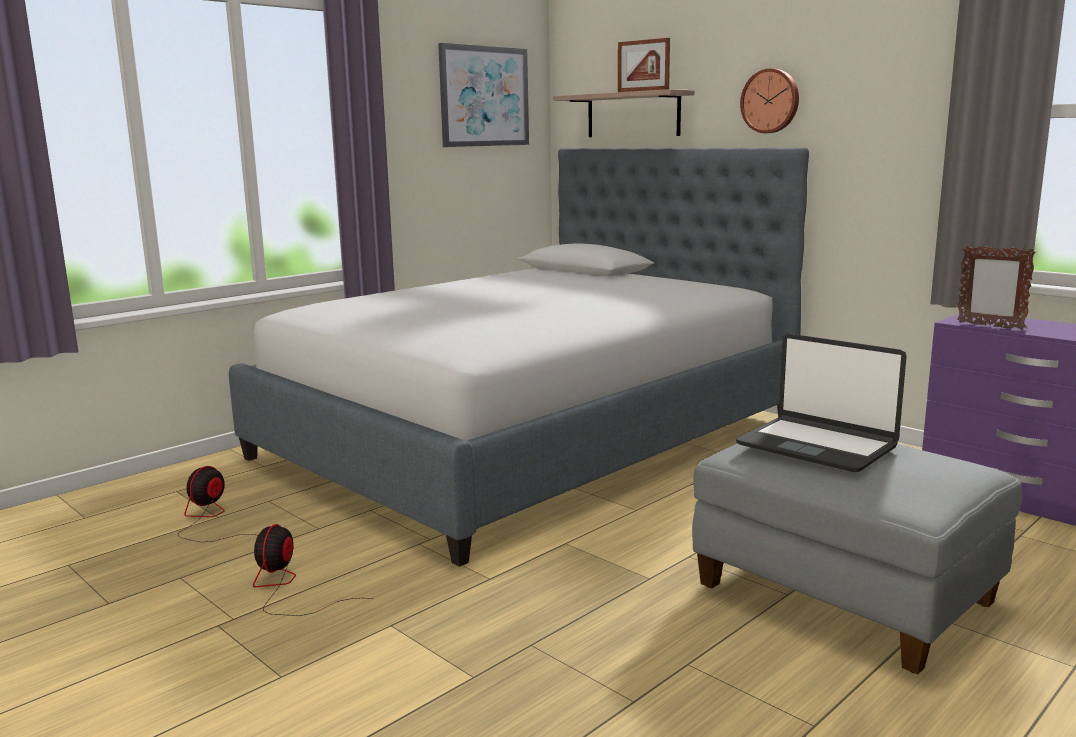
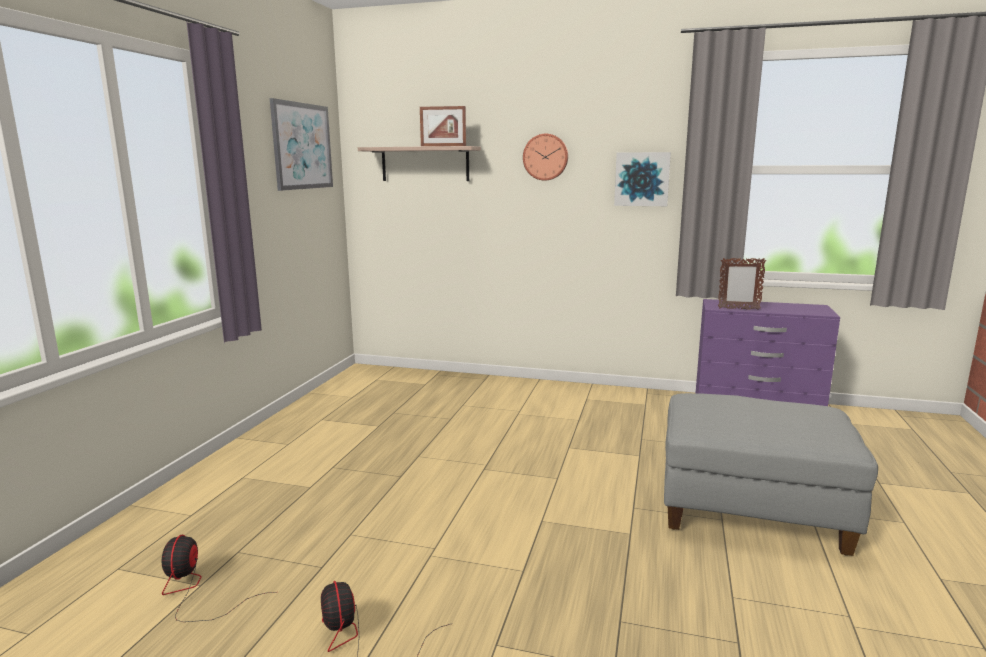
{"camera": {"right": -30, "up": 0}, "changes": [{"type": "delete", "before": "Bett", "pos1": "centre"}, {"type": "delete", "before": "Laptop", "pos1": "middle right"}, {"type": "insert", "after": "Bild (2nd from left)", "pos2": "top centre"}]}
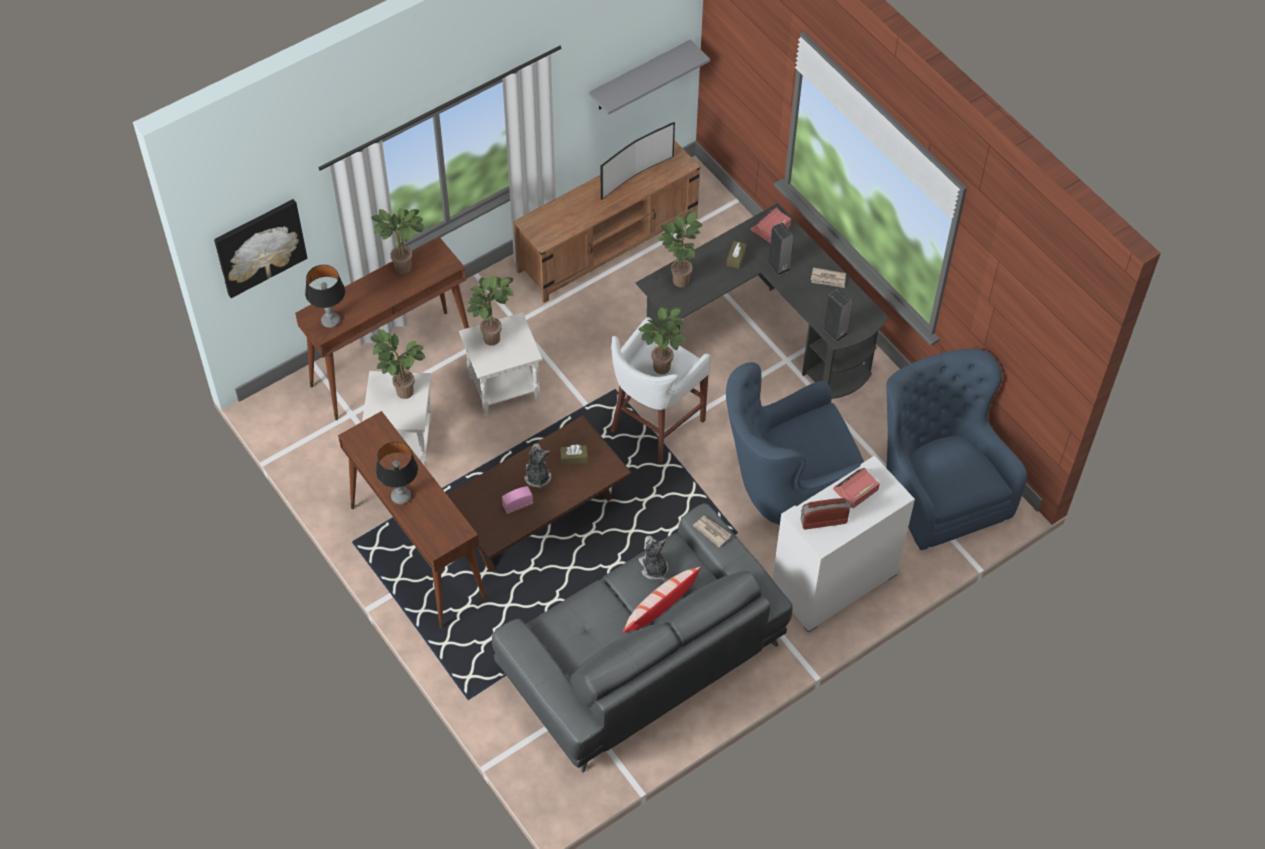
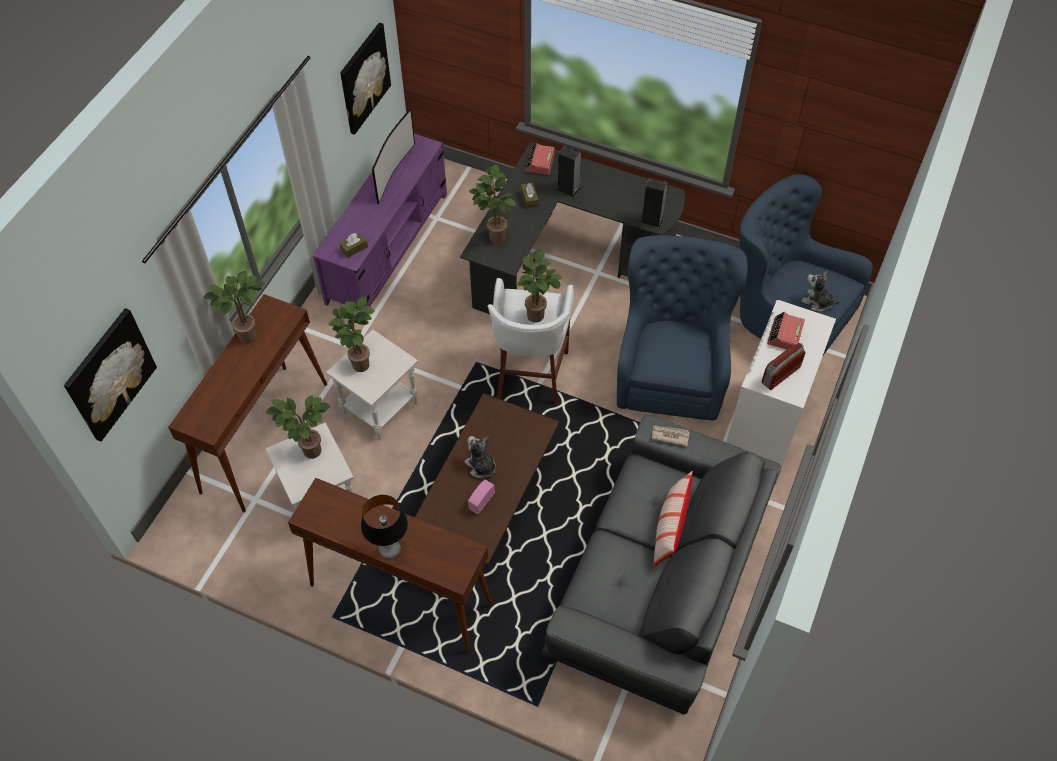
{"camera": {"right": -30, "up": 0}, "changes": [{"type": "replace", "before": "Wandregal [grau]", "after": "Bild (2nd from left)", "pos1": "top centre", "pos2": "top centre"}, {"type": "recolor", "before": "Fernsehschrank [braun]", "after": "Fernsehschrank [lila]", "pos1": "top centre", "pos2": "top centre"}, {"type": "delete", "before": "Tischlampe (1st from left)", "pos1": "middle left"}, {"type": "delete", "before": "Zeitung (2nd from left)", "pos1": "top centre"}, {"type": "rotate", "before": "Sessel [blau] (1st from left)", "pos1": "centre", "pos2": "centre", "turn": 150}, {"type": "move", "before": "Taschentuchbox [braun] (1st from left)", "pos1": "centre", "pos2": "top centre"}, {"type": "move", "before": "Plüschtier (2nd from left)", "pos1": "centre", "pos2": "middle right"}]}
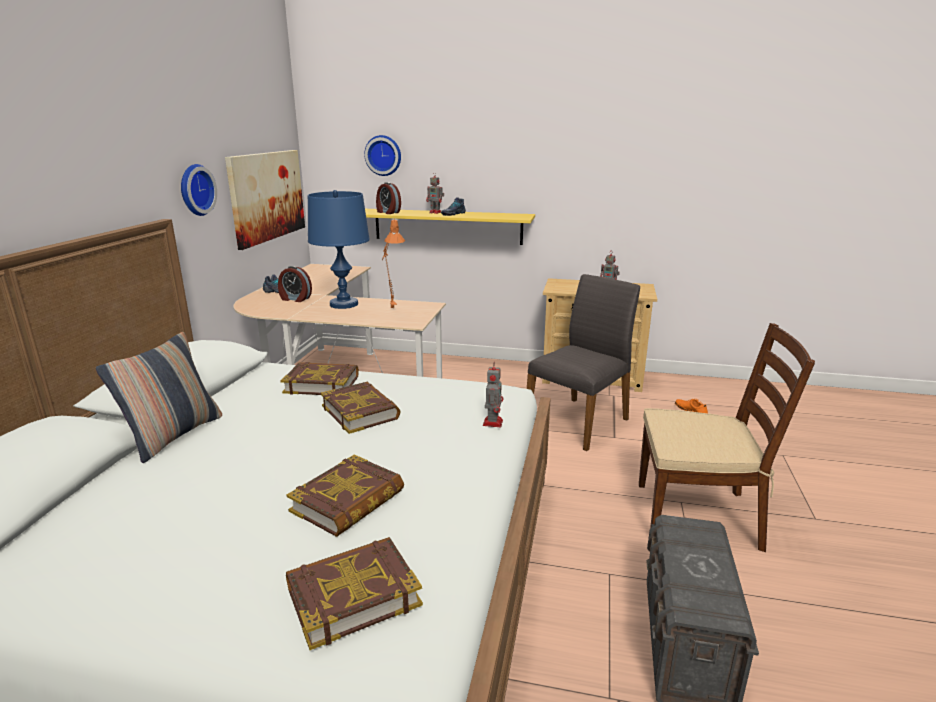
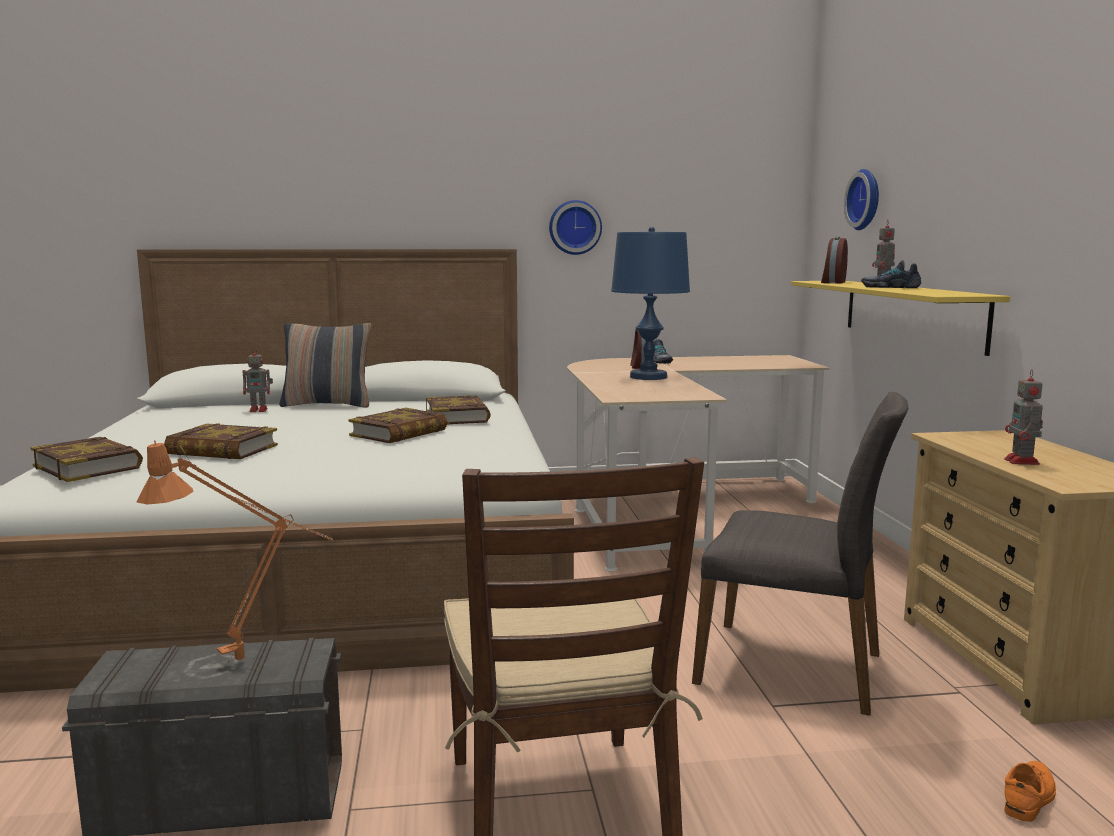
{"camera": {"right": 70, "up": -10}, "changes": [{"type": "delete", "before": "Bild", "pos1": "top left"}, {"type": "move", "before": "Tischlampe [orange]", "pos1": "centre", "pos2": "middle left"}, {"type": "move", "before": "Spielzeugroboter (2nd from left in the first image)", "after": "Spielzeugroboter (1st from left)", "pos1": "centre", "pos2": "middle left"}]}
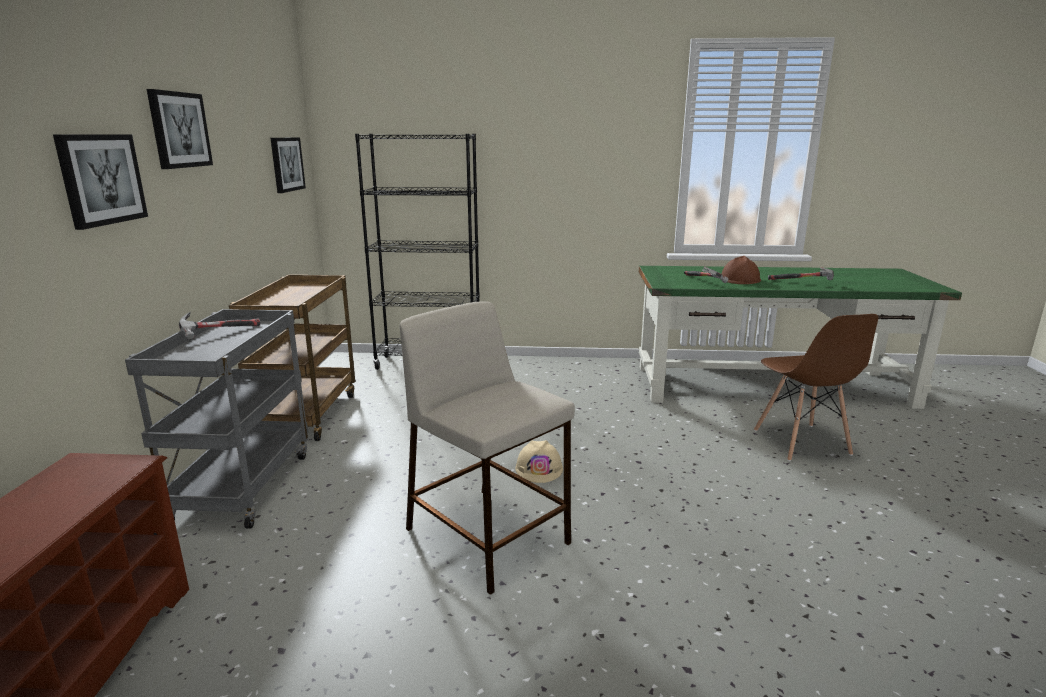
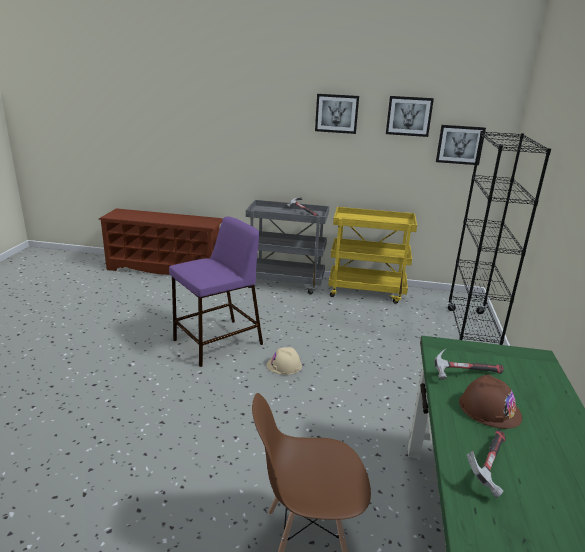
{"camera": {"right": 95, "up": 5}, "changes": [{"type": "move", "before": "Bild (1st from left in the first image)", "after": "Bild (2nd from left)", "pos1": "top left", "pos2": "top right"}, {"type": "recolor", "before": "Rollwagen [braun]", "after": "Rollwagen [gelb]", "pos1": "middle left", "pos2": "centre"}, {"type": "recolor", "before": "Hocker [beige]", "after": "Hocker [lila]", "pos1": "centre", "pos2": "centre"}]}
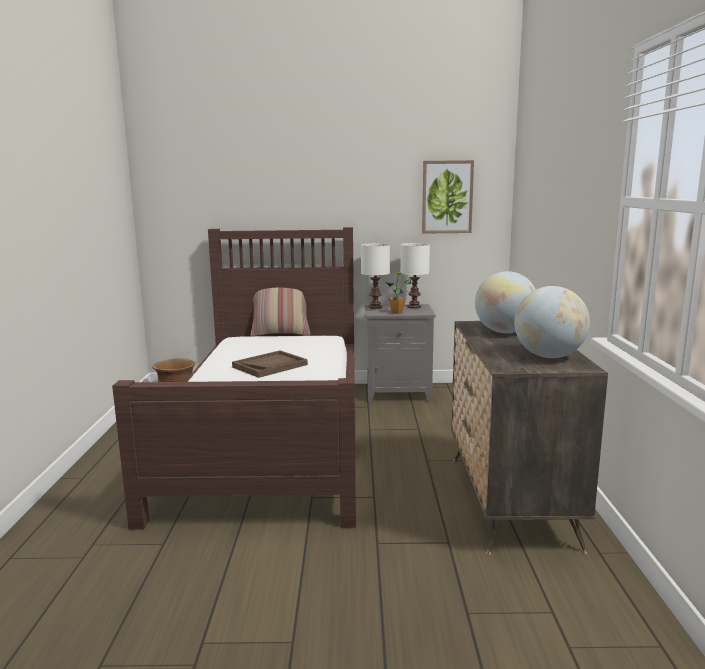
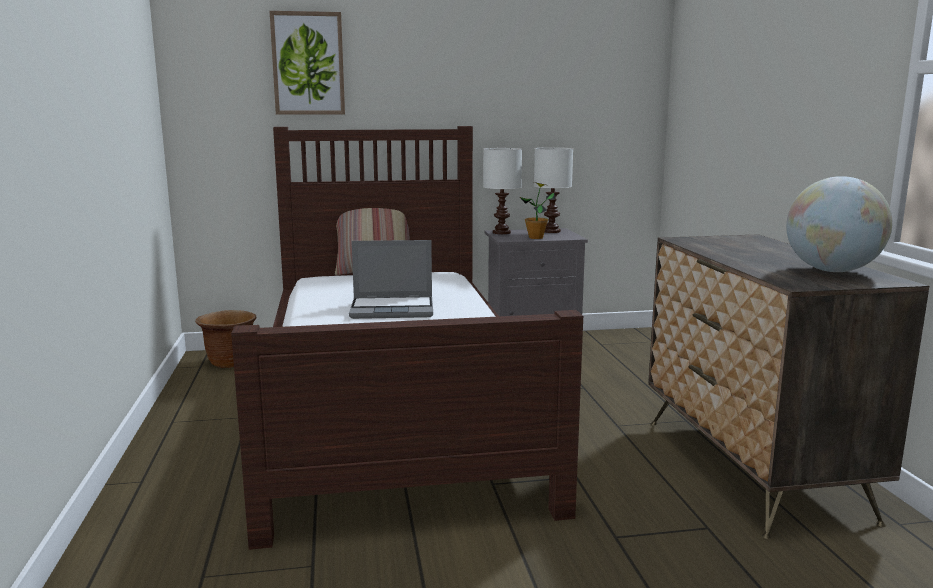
{"camera": {"right": -10, "up": 0}, "changes": [{"type": "move", "before": "Bild", "pos1": "top centre", "pos2": "top left"}, {"type": "delete", "before": "Globus (1st from left)", "pos1": "middle right"}, {"type": "replace", "before": "Tablett [braun]", "after": "Laptop", "pos1": "centre", "pos2": "centre"}]}
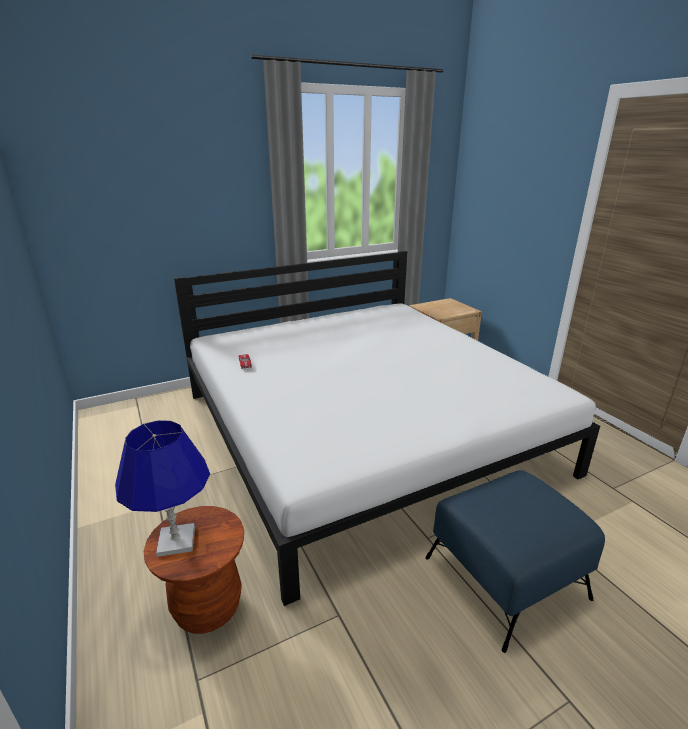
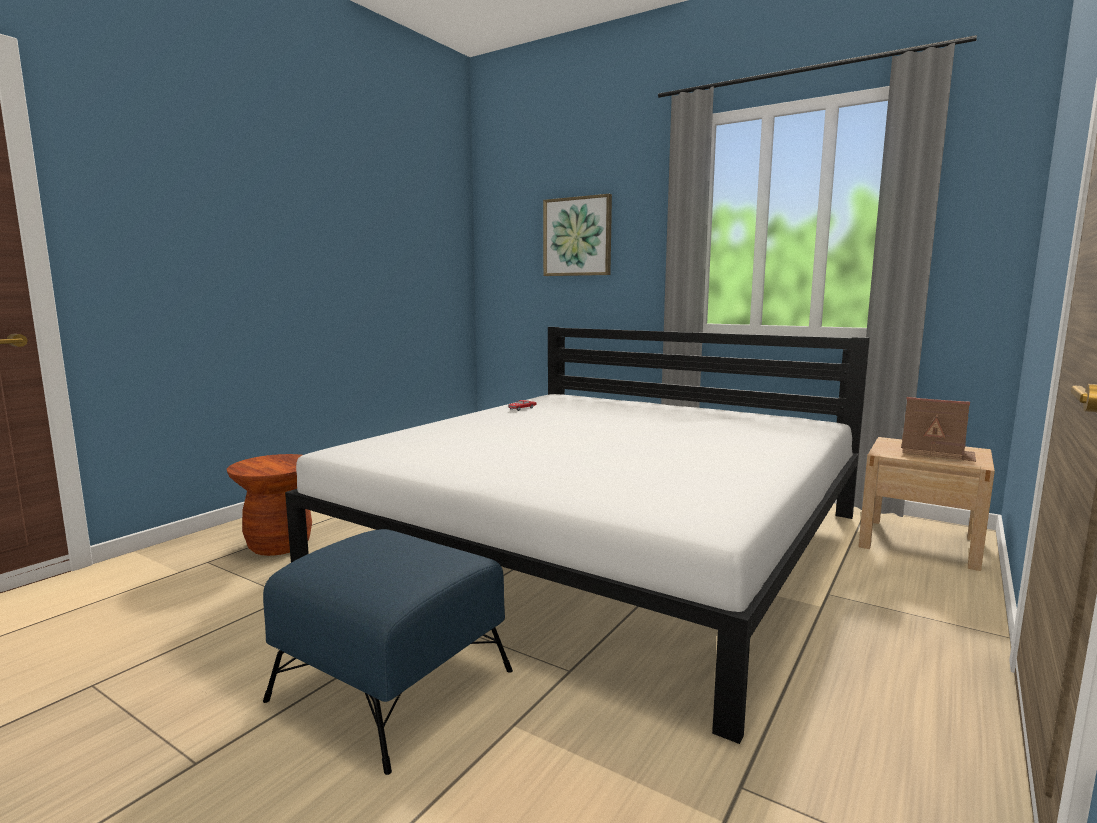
{"camera": {"right": 60, "up": -15}, "changes": [{"type": "delete", "before": "Tischlampe [blau]", "pos1": "bottom left"}, {"type": "insert", "after": "Bild", "pos2": "top centre"}, {"type": "insert", "after": "Spielzeughaus", "pos2": "middle right"}]}
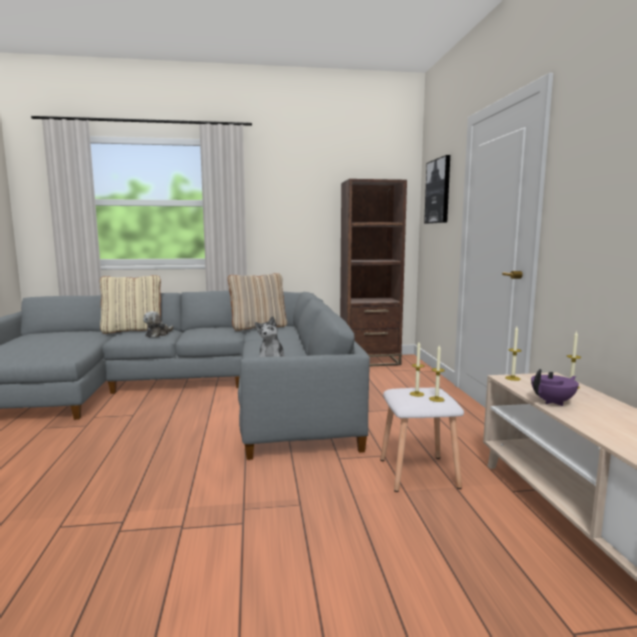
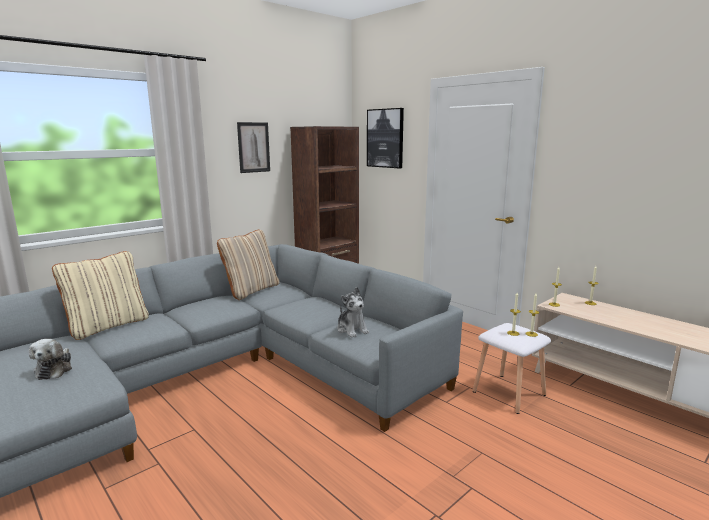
{"camera": {"right": -35, "up": 5}, "changes": [{"type": "move", "before": "Plüschtier (1st from left)", "pos1": "middle left", "pos2": "bottom left"}, {"type": "delete", "before": "Teekanne [lila]", "pos1": "middle right"}, {"type": "insert", "after": "Bild (1st from left)", "pos2": "top centre"}]}
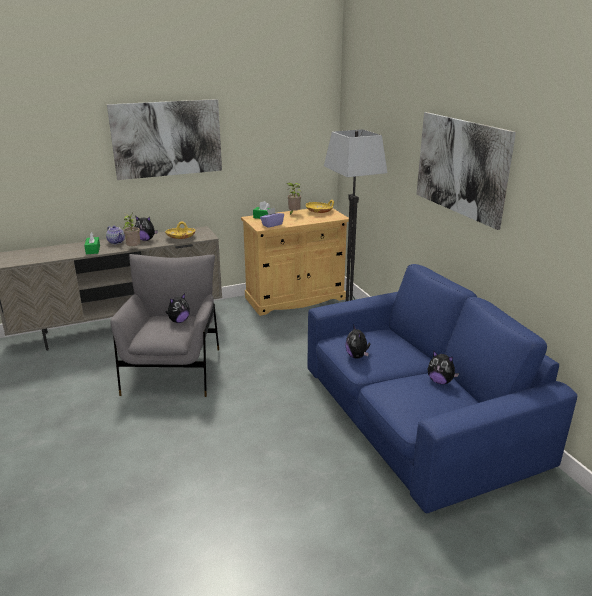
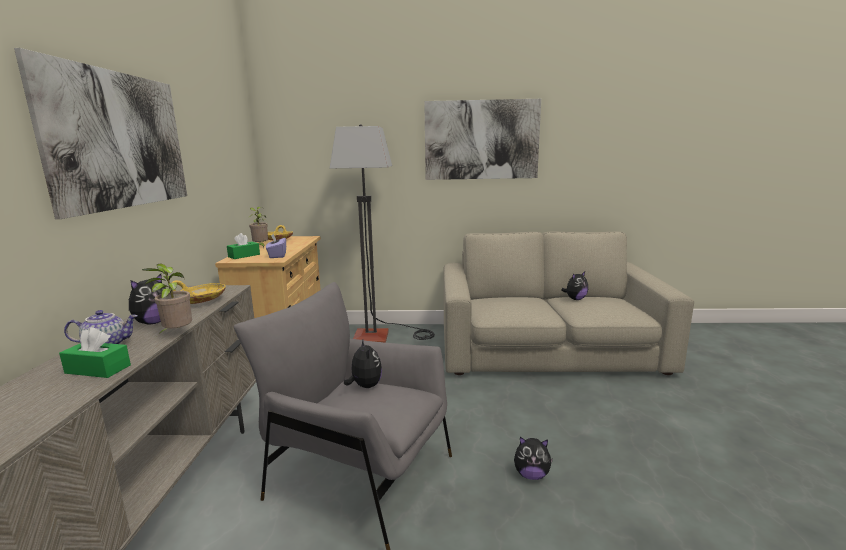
{"camera": {"right": -65, "up": -10}, "changes": [{"type": "recolor", "before": "Sofa [blau]", "after": "Sofa [beige]", "pos1": "middle right", "pos2": "middle right"}, {"type": "move", "before": "Plüschtier (3rd from left)", "pos1": "centre", "pos2": "bottom centre"}]}
